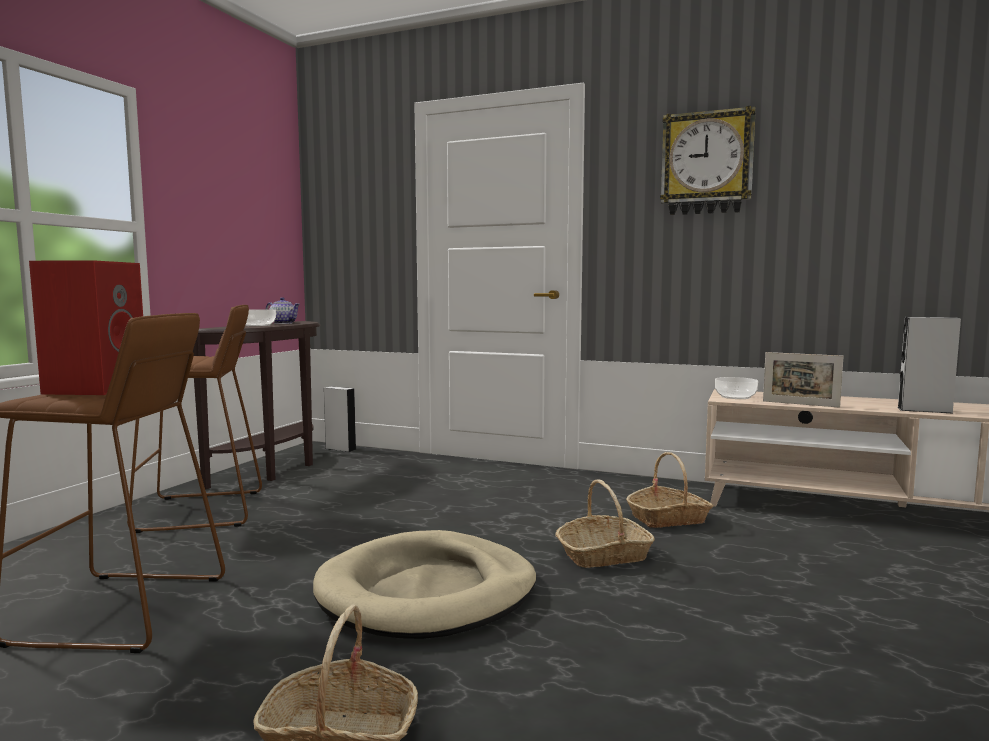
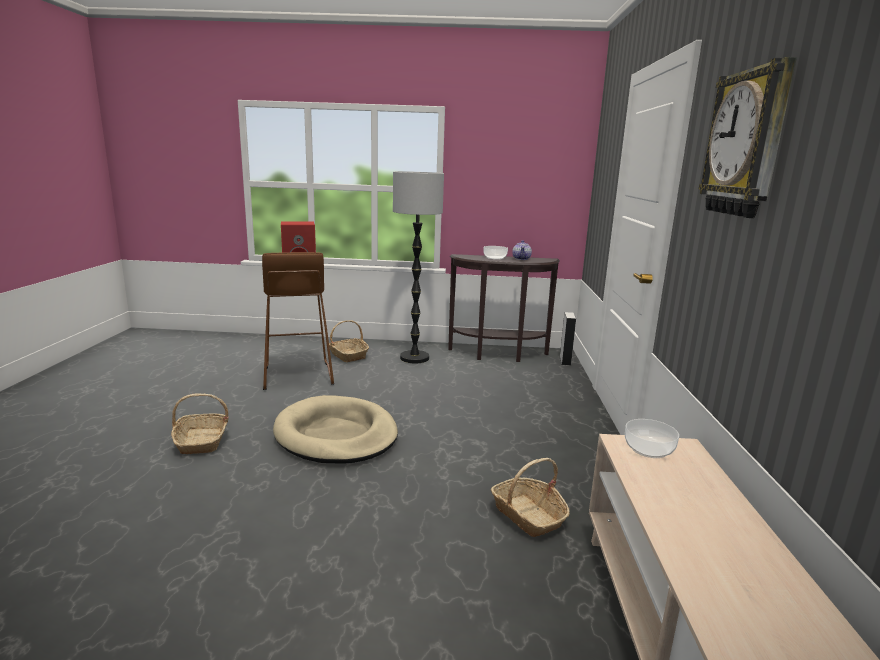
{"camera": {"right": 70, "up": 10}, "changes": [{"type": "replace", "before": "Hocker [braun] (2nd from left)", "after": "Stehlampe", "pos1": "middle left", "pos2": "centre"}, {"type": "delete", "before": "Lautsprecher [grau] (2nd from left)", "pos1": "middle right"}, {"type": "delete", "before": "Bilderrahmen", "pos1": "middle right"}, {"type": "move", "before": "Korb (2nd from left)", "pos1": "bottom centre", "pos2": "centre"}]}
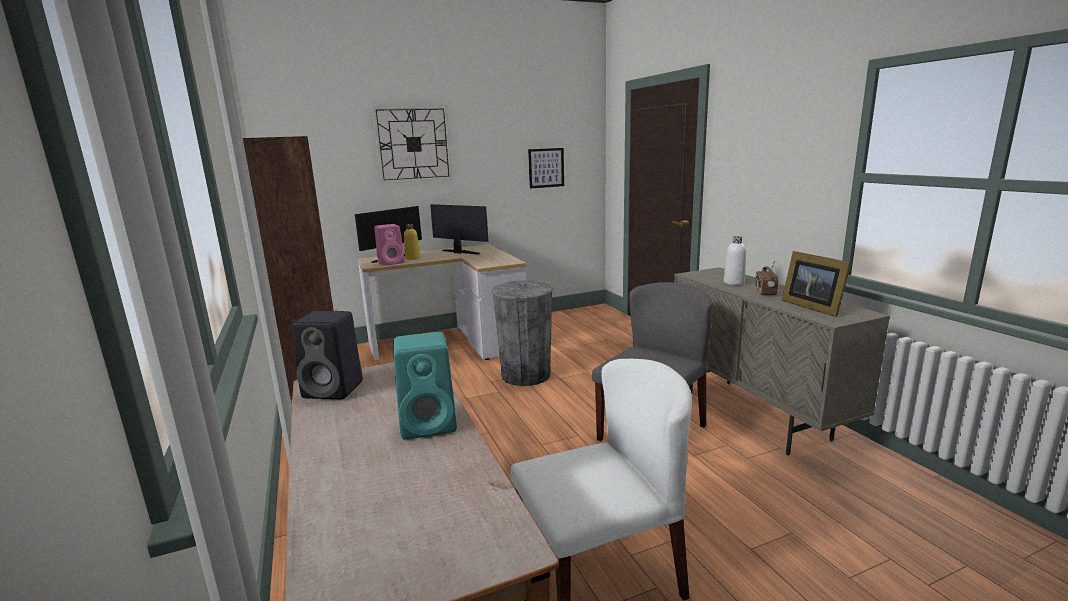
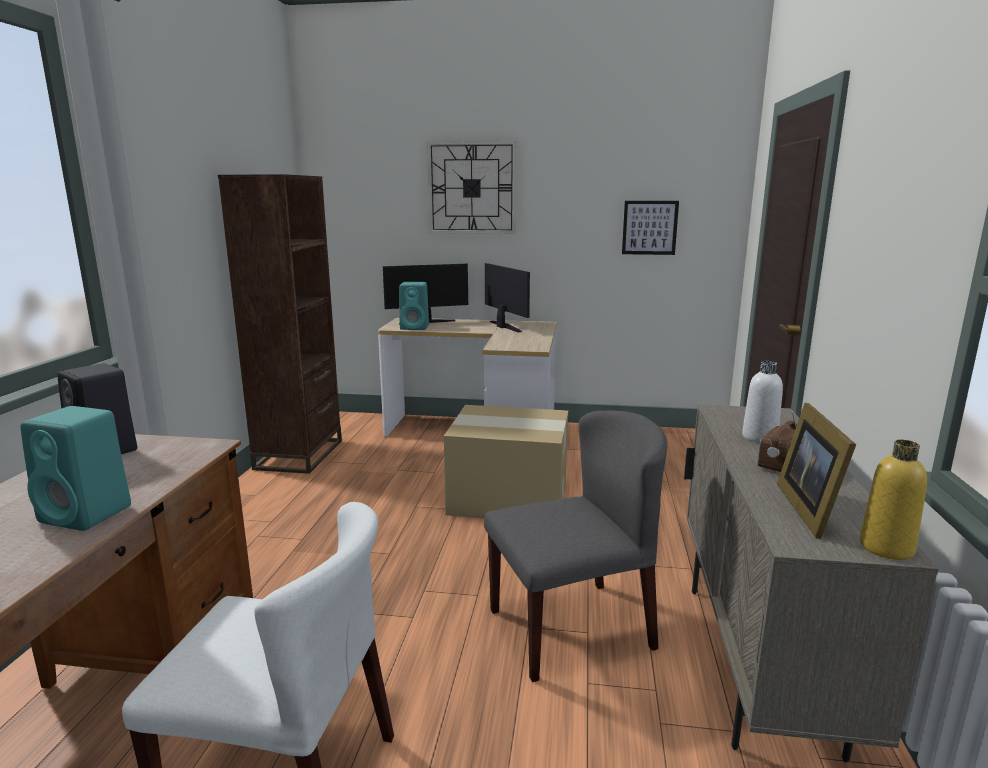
{"camera": {"right": 30, "up": 0}, "changes": [{"type": "recolor", "before": "Lautsprecher [rosa]", "after": "Lautsprecher [türkis] (2nd from left)", "pos1": "centre", "pos2": "centre"}, {"type": "move", "before": "Flasche [gelb]", "pos1": "centre", "pos2": "middle right"}, {"type": "replace", "before": "Mülleimer [grau]", "after": "Karton", "pos1": "centre", "pos2": "centre"}]}
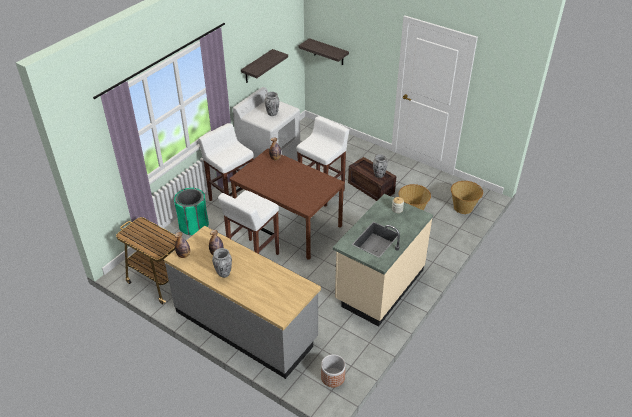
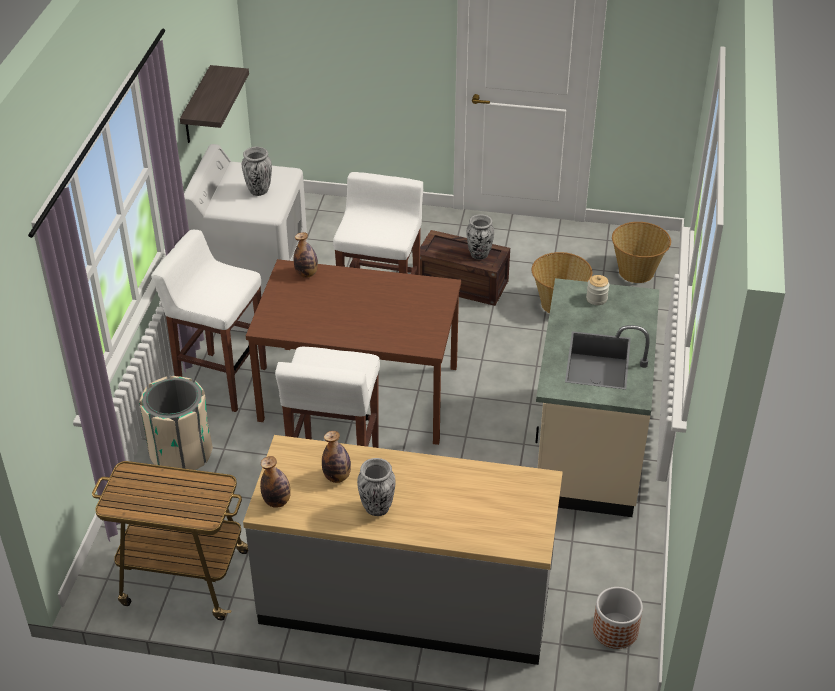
{"camera": {"right": -25, "up": 0}, "changes": [{"type": "delete", "before": "Wandregal (2nd from left)", "pos1": "top centre"}, {"type": "recolor", "before": "Mülleimer [grün]", "after": "Mülleimer [beige]", "pos1": "middle left", "pos2": "middle left"}]}
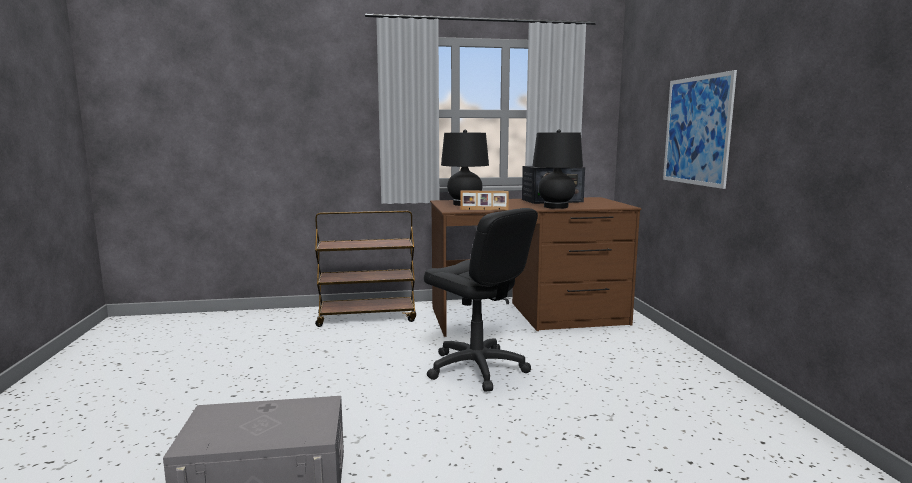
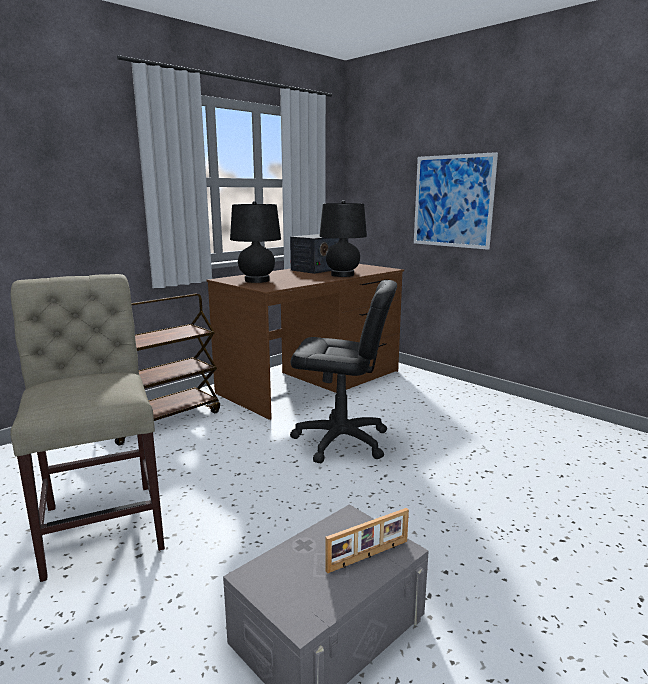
{"camera": {"right": -35, "up": 5}, "changes": [{"type": "move", "before": "Bilderrahmen", "pos1": "centre", "pos2": "bottom centre"}, {"type": "insert", "after": "Stuhl [beige]", "pos2": "middle left"}]}
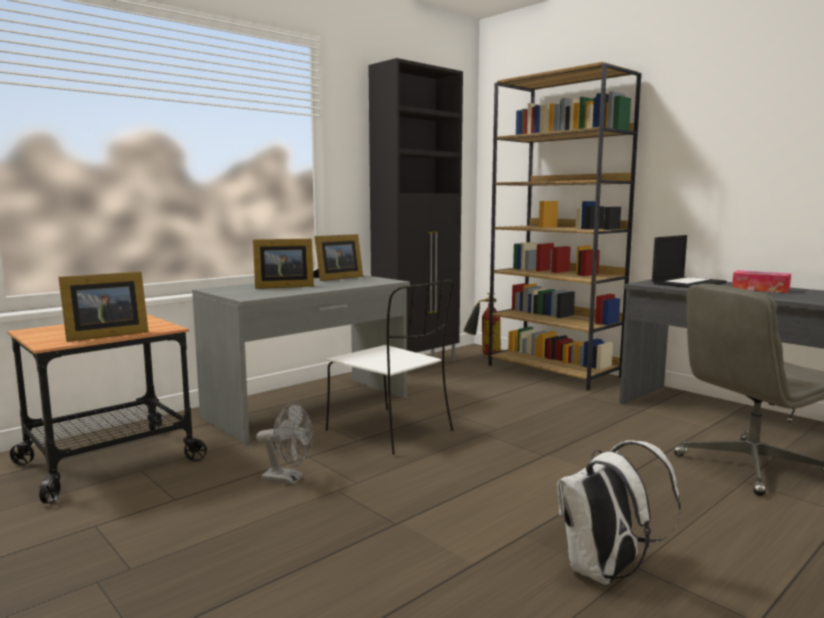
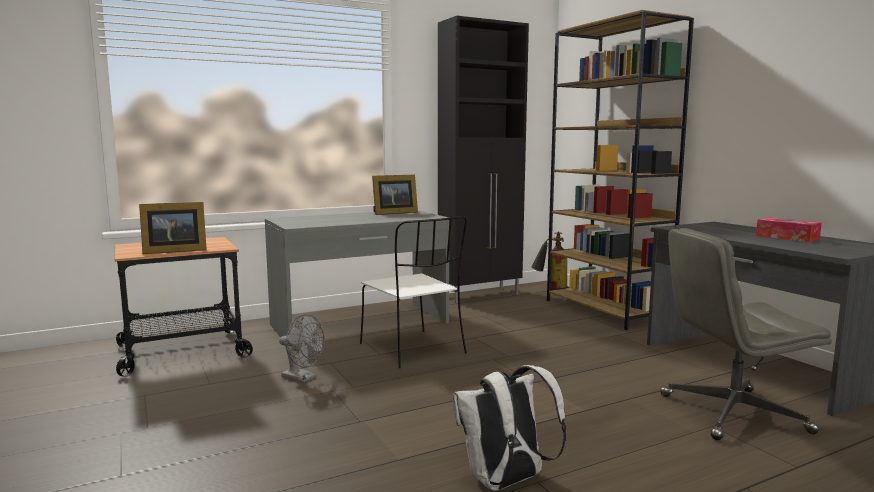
{"camera": {"right": 15, "up": 0}, "changes": [{"type": "delete", "before": "Laptop", "pos1": "middle right"}, {"type": "delete", "before": "Bilderrahmen (2nd from left)", "pos1": "centre"}]}
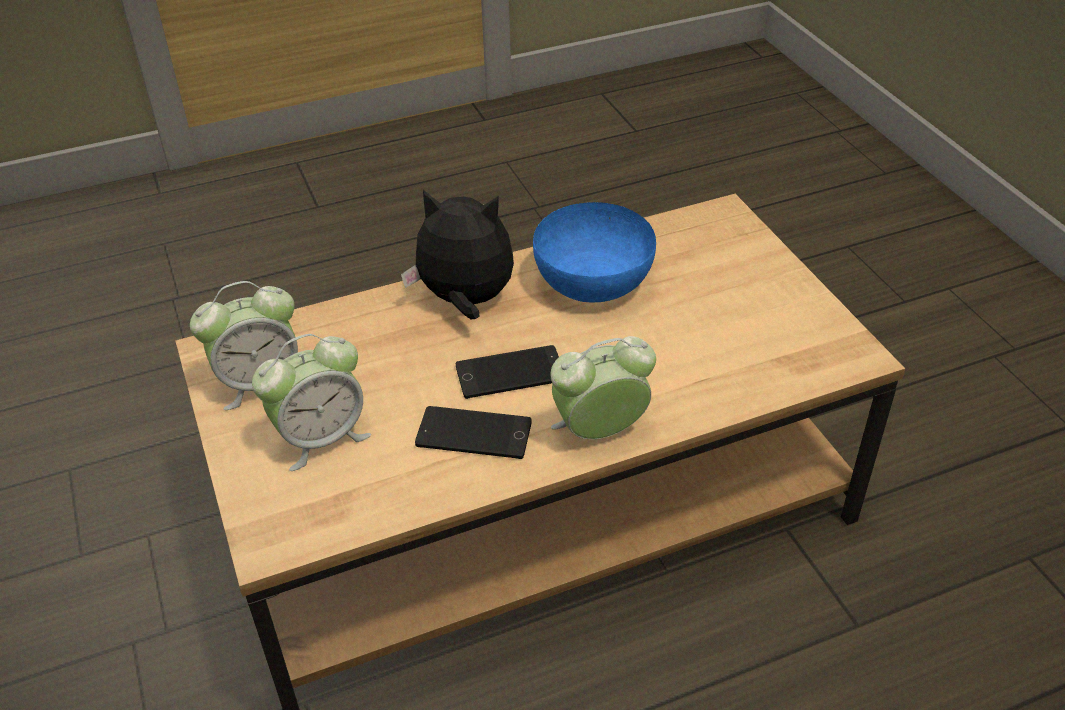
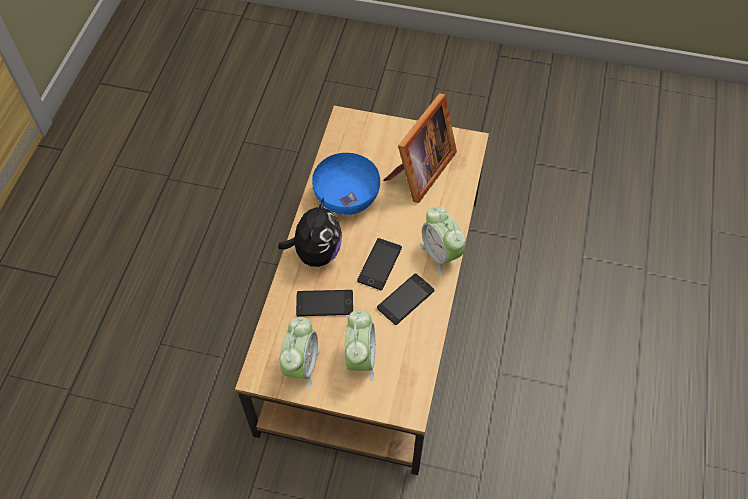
{"camera": {"right": -55, "up": 15}, "changes": [{"type": "rotate", "before": "Plüschtier", "pos1": "centre", "pos2": "centre", "turn": 150}, {"type": "rotate", "before": "Wecker (3rd from left)", "pos1": "centre", "pos2": "centre", "turn": -45}, {"type": "insert", "after": "Bilderrahmen", "pos2": "top centre"}, {"type": "insert", "after": "Handy (1st from left)", "pos2": "centre"}]}
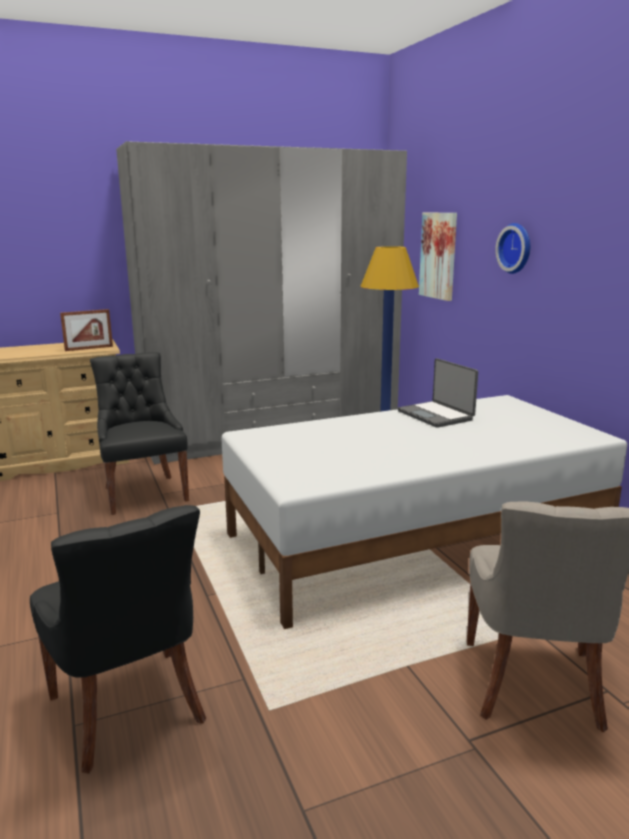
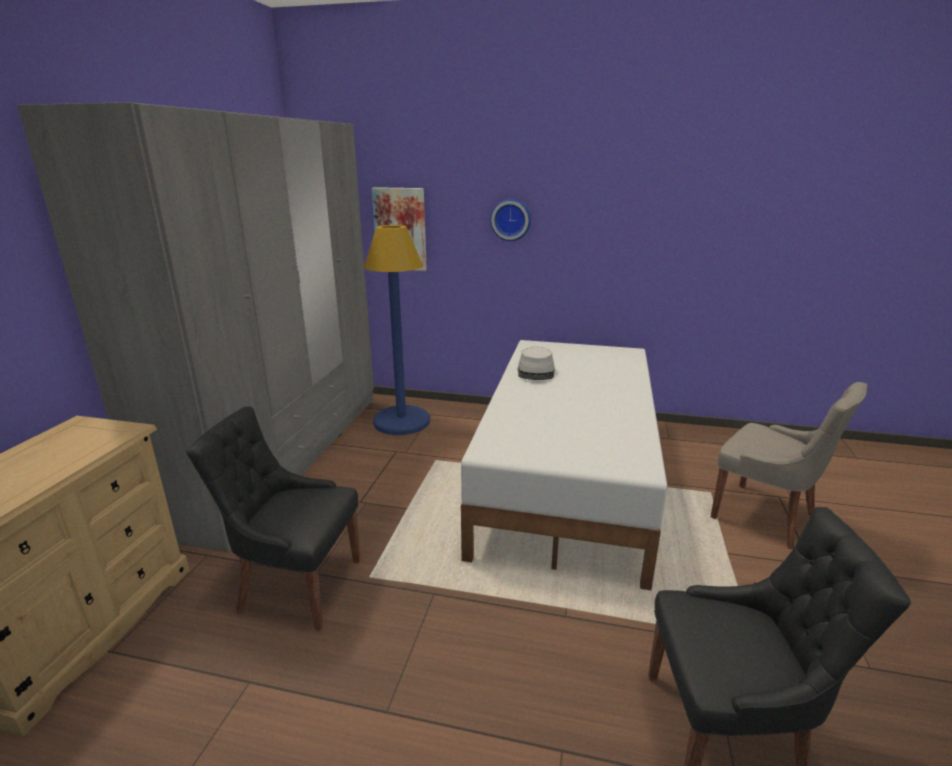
{"camera": {"right": -55, "up": 5}, "changes": [{"type": "delete", "before": "Bilderrahmen", "pos1": "middle left"}, {"type": "replace", "before": "Laptop", "after": "Hut [grau]", "pos1": "middle right", "pos2": "centre"}]}
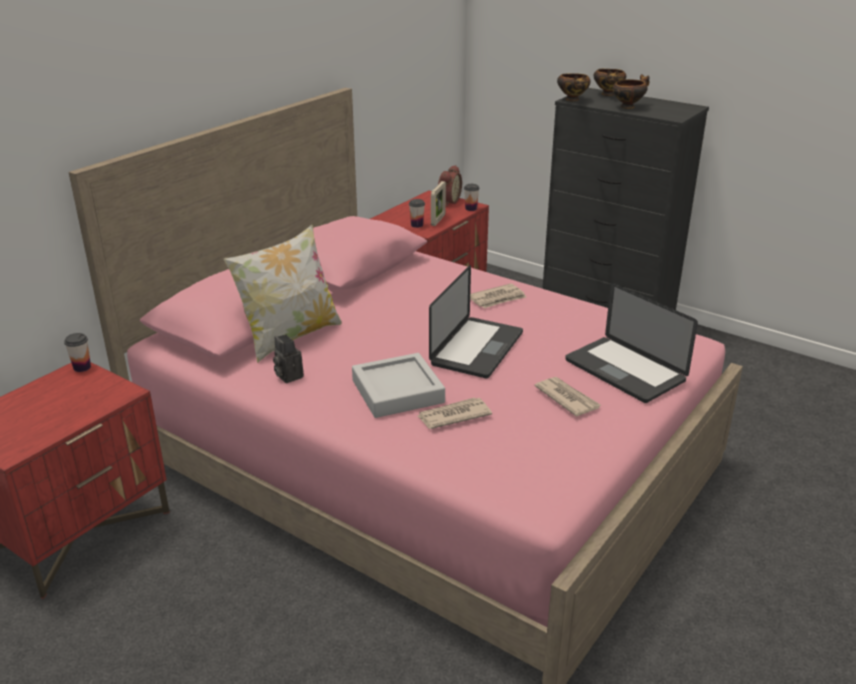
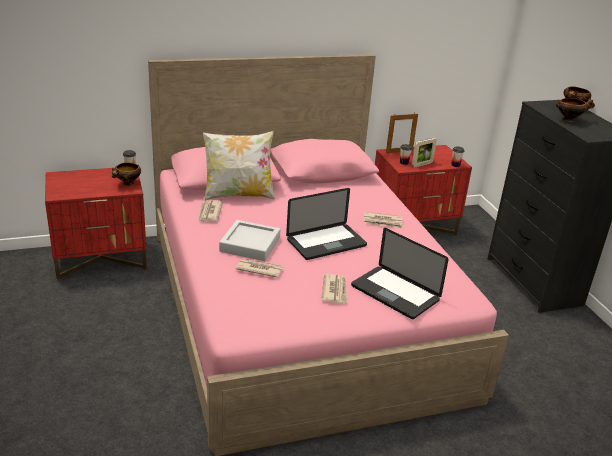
{"camera": {"right": 35, "up": 0}, "changes": [{"type": "move", "before": "Schüssel (1st from left)", "pos1": "top right", "pos2": "middle left"}, {"type": "delete", "before": "Wecker", "pos1": "top centre"}, {"type": "rotate", "before": "Laptop (2nd from left)", "pos1": "middle right", "pos2": "centre", "turn": -45}, {"type": "replace", "before": "Kamera", "after": "Zeitung (1st from left)", "pos1": "centre", "pos2": "centre"}, {"type": "insert", "after": "Bilderrahmen (1st from left)", "pos2": "top centre"}]}
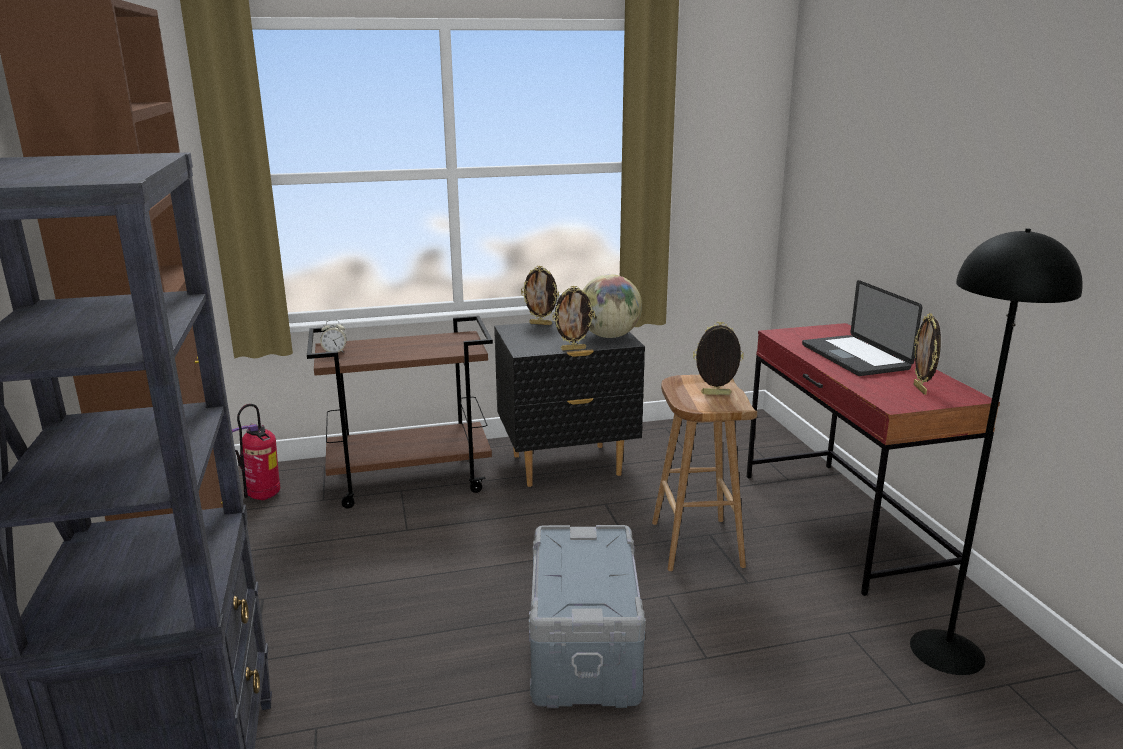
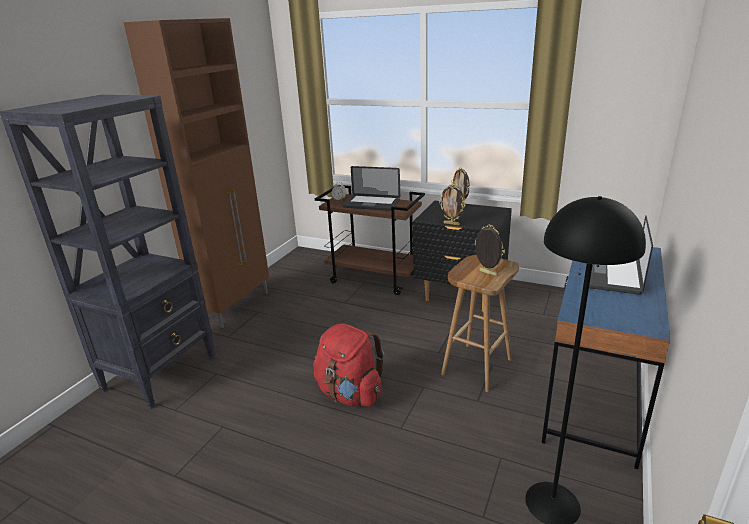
{"camera": {"right": 40, "up": 5}, "changes": [{"type": "delete", "before": "Globus", "pos1": "centre"}, {"type": "delete", "before": "Bilderrahmen (4th from left)", "pos1": "middle right"}, {"type": "recolor", "before": "Schreibtisch [rot]", "after": "Schreibtisch [blau]", "pos1": "middle right", "pos2": "bottom right"}, {"type": "delete", "before": "Feuerlöscher", "pos1": "middle left"}, {"type": "replace", "before": "Aufbewahrungsbox [grau]", "after": "Rucksack [rot]", "pos1": "bottom centre", "pos2": "bottom centre"}, {"type": "insert", "after": "Laptop (1st from left)", "pos2": "centre"}]}
